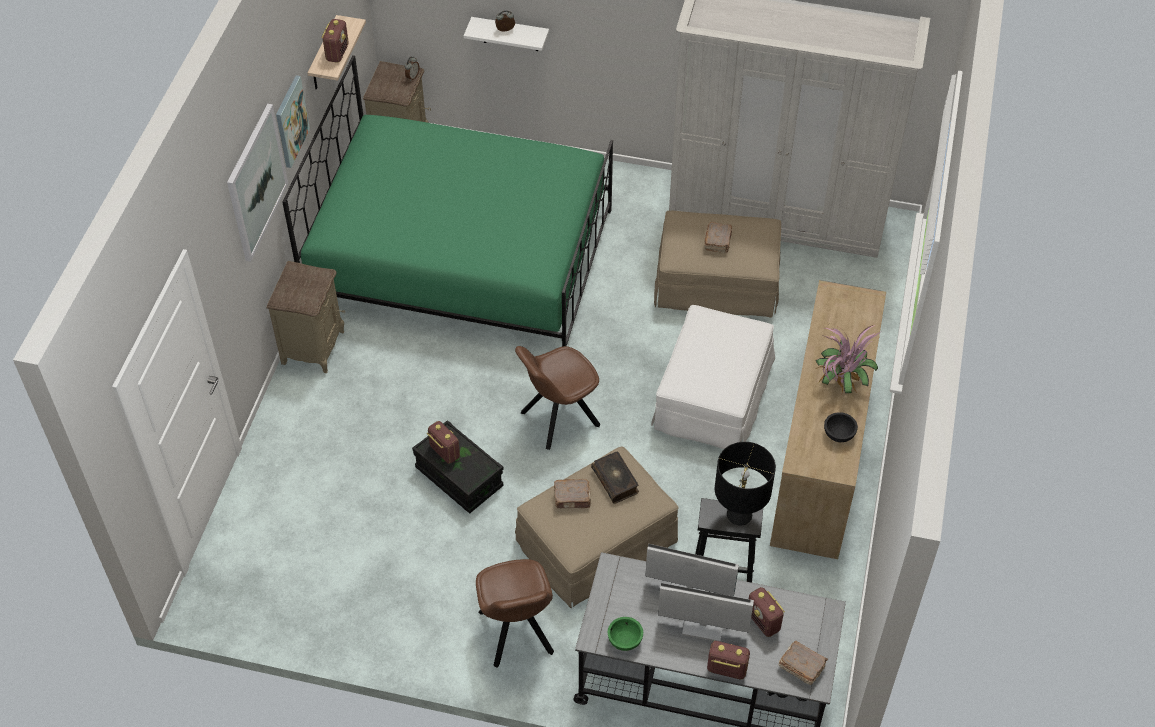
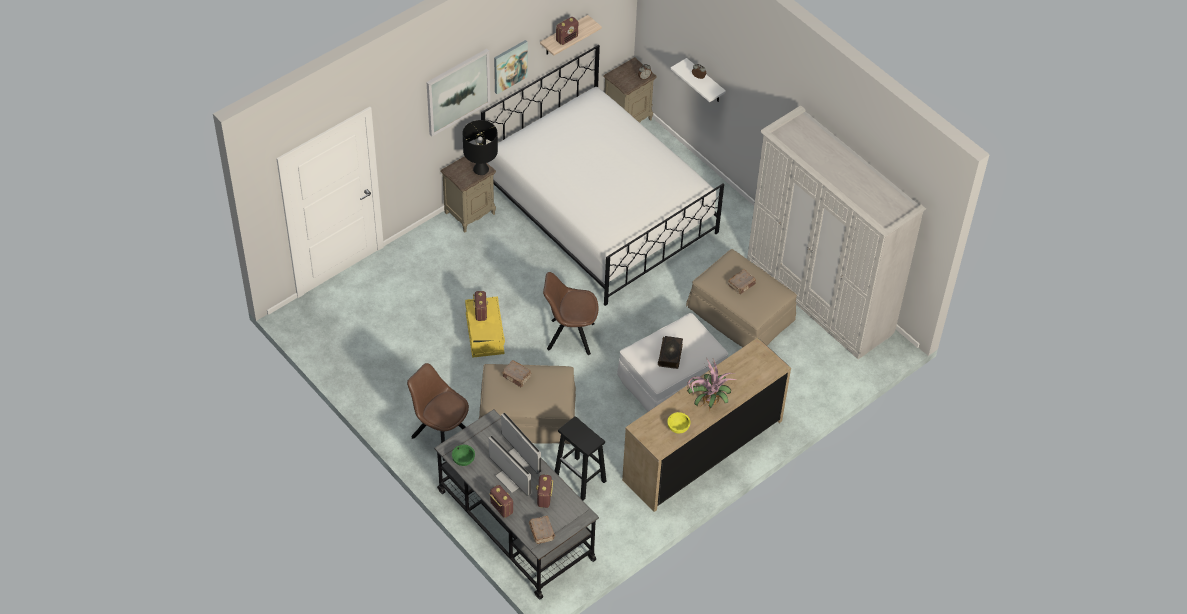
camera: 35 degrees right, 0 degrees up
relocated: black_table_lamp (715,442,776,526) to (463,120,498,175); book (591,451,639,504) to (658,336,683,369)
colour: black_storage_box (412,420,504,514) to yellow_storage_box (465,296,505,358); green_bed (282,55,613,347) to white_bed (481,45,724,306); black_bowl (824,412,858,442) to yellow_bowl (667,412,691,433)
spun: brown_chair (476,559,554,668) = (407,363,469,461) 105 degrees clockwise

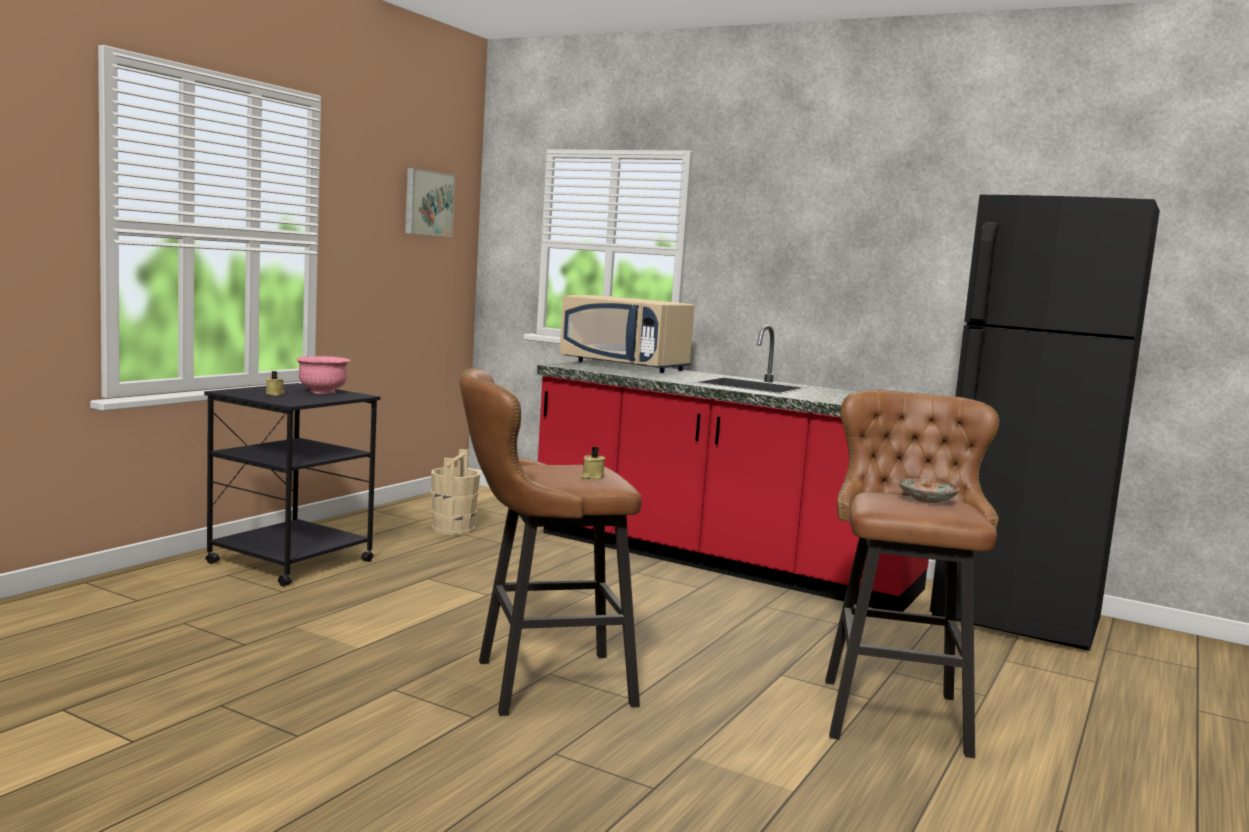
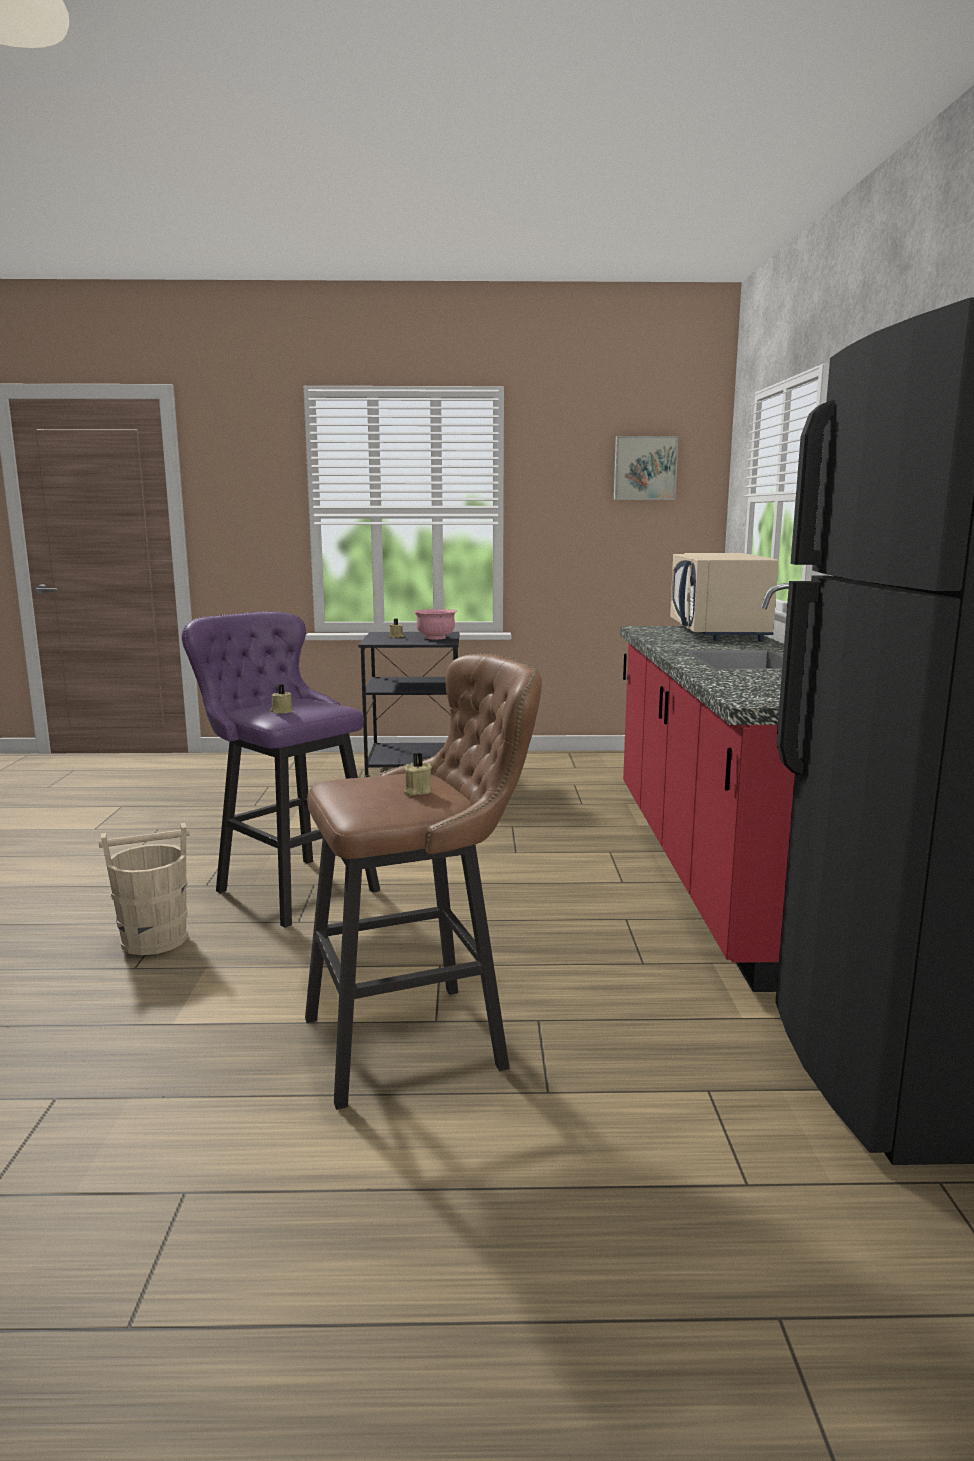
camera: 60 degrees right, 5 degrees up
relocated: beige_bucket (431,449,481,535) to (99,823,189,955)
exchanged: plate (898,479,960,503) to beige_candle (404,753,432,796)
colour: brown_stool (459,368,642,716) to purple_stool (182,611,380,928)

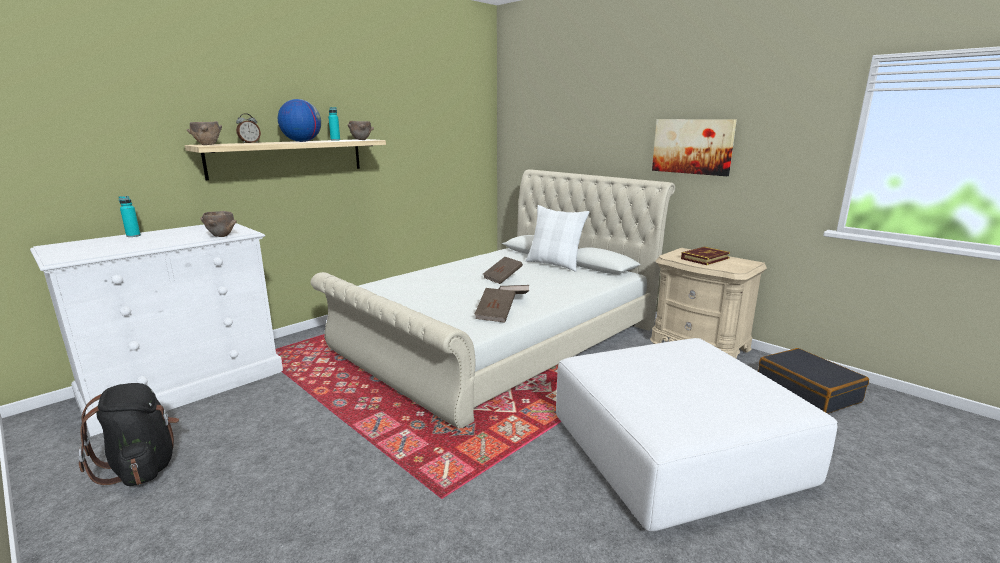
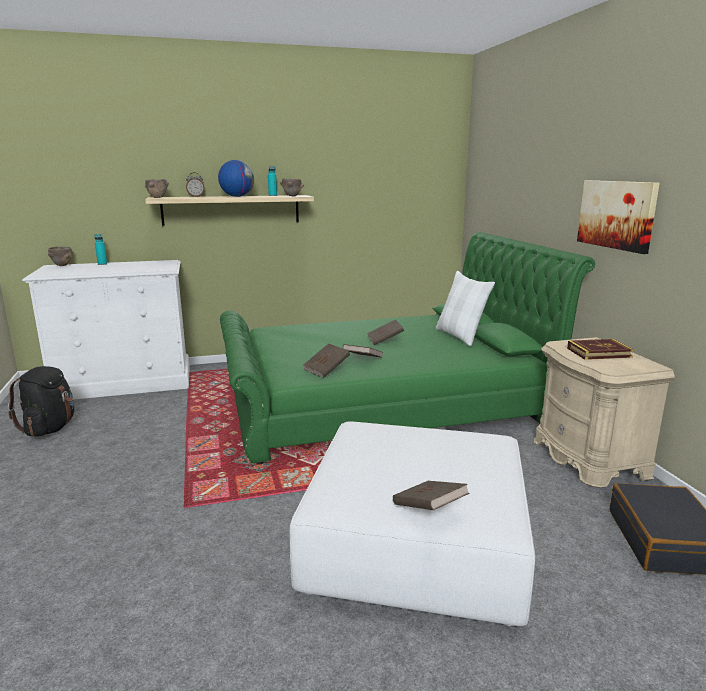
camera: 30 degrees right, 0 degrees up
appeared: brown_book (393,481,470,510)
relocated: brown_bowl (200,211,237,237) to (48,247,72,266)
colour: beige_bed (311,169,675,429) to green_bed (220,232,595,464)

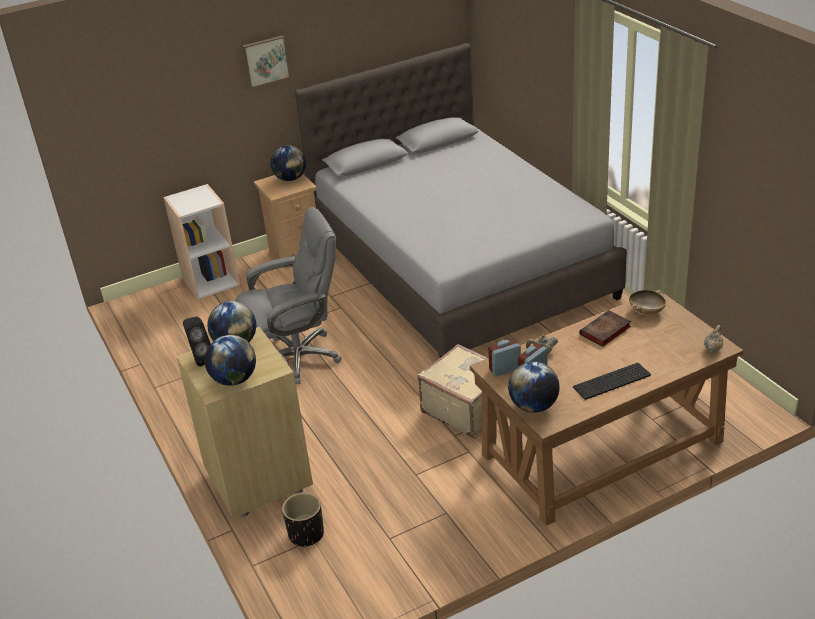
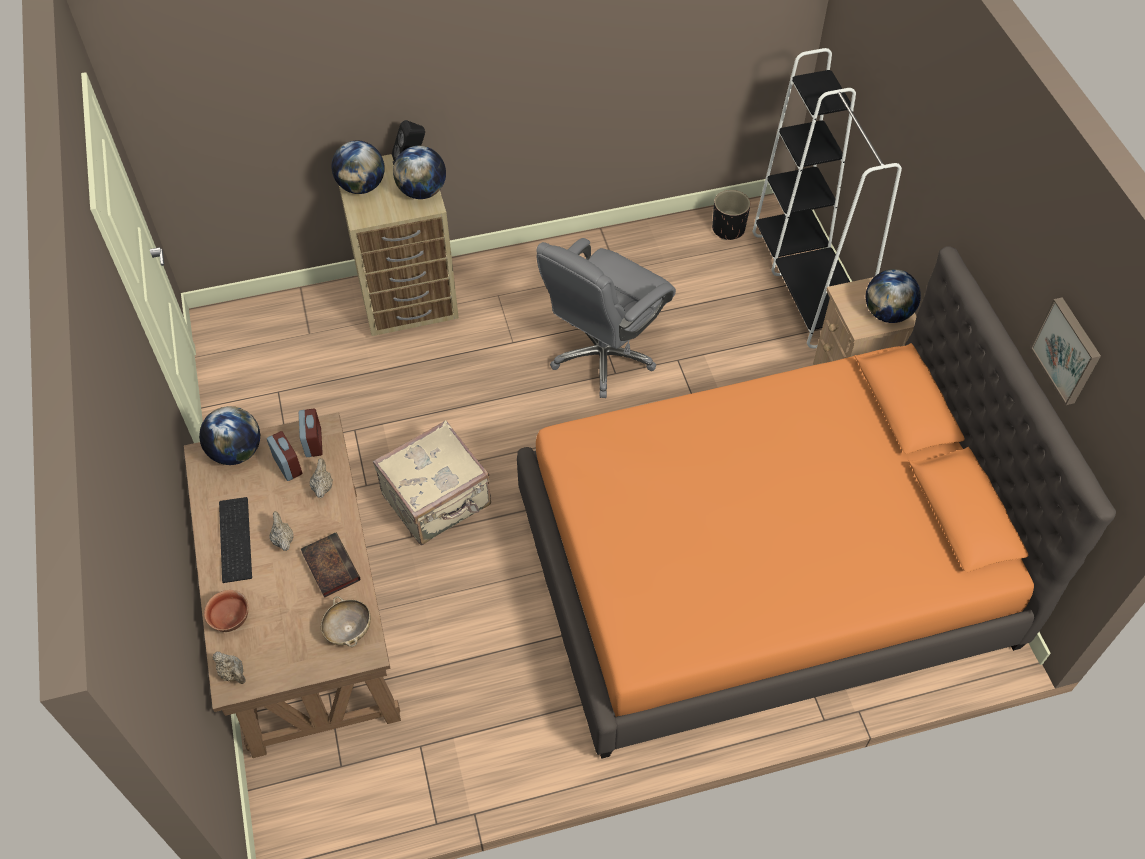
camera: 100 degrees right, 20 degrees up
appeared: bowl (204,590,248,632); beige_teapot (269,511,294,551)
relocated: black_planter (282,493,324,548) to (712,190,750,240); picture (242,35,291,88) to (1030,297,1101,405)
exchanged: bookcase (163,184,240,300) to black_clothes_rack (753,48,902,348)
colour: grey_bed (295,43,627,358) to orange_bed (517,246,1116,759)
spun: grey_office_chair (235,207,342,384) = (536,238,676,398) 45 degrees clockwise

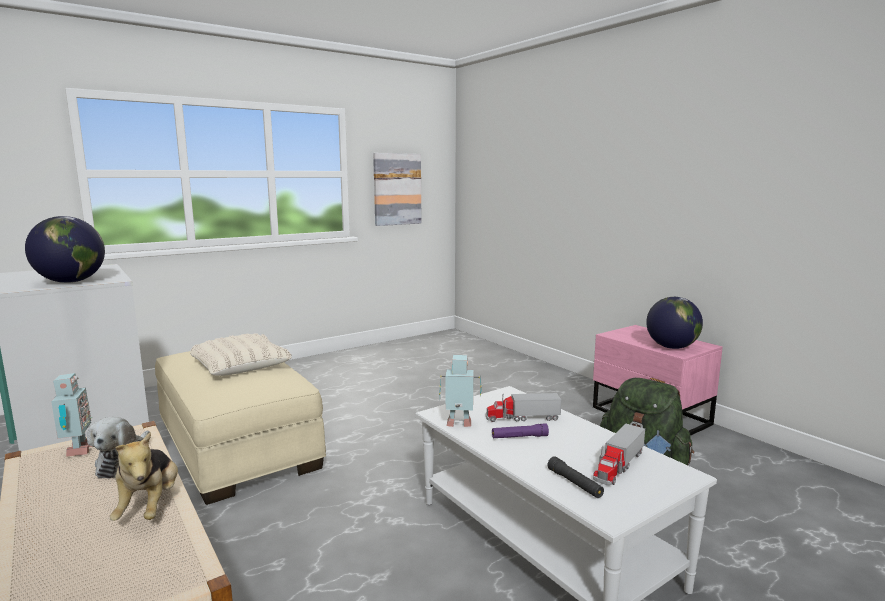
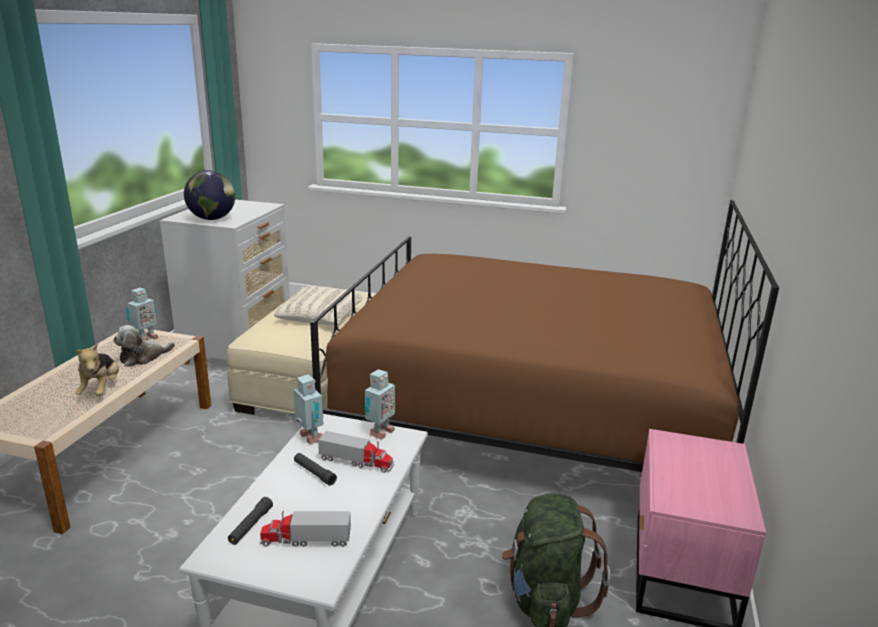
camera: 50 degrees right, 10 degrees up
missing: picture (373,153,421,226); globe (646,297,703,349)
appeared: brown_bed (310,200,779,472); toy_robot (365,369,395,440)
colour: purple_flashlight (492,423,549,438) to black_flashlight (294,453,337,486)
spun: plush_toy (110,432,178,521) = (75,344,119,396) 45 degrees counterclockwise; toy_truck (486,393,561,422) = (318,431,394,473) 150 degrees clockwise

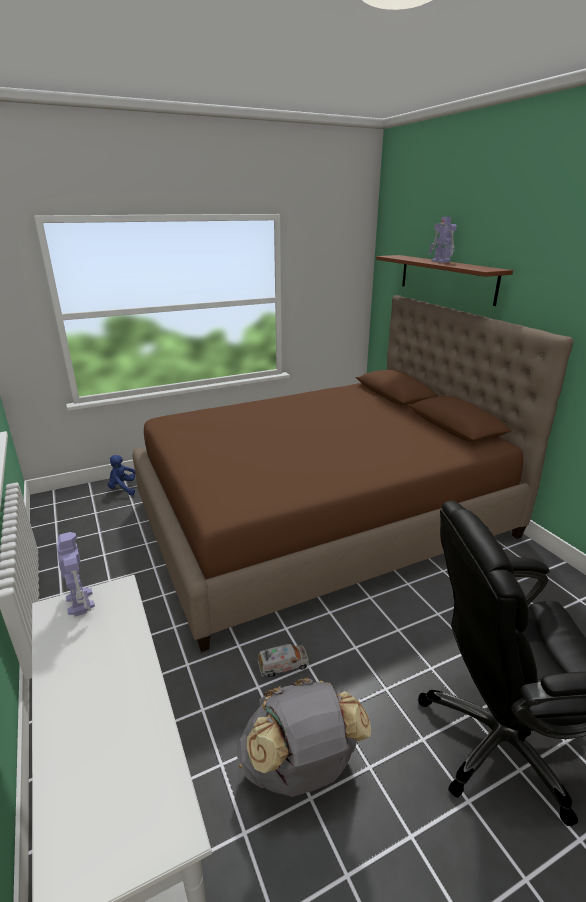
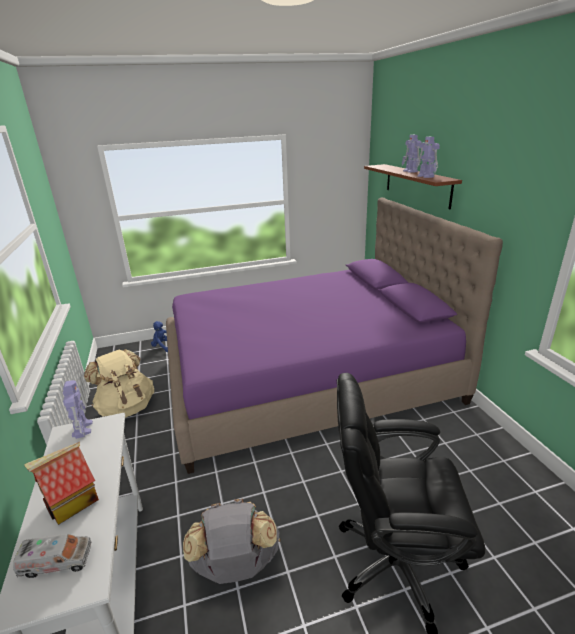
camera: 10 degrees right, 0 degrees up
appeared: toy_house (25,442,99,525); beige_backpack (84,349,154,418); toy_robot (415,137,440,178)
relocated: toy_truck (258,644,309,677) to (13,534,92,578)
colour: brown_bed (133,295,573,652) to purple_bed (166,198,503,474)

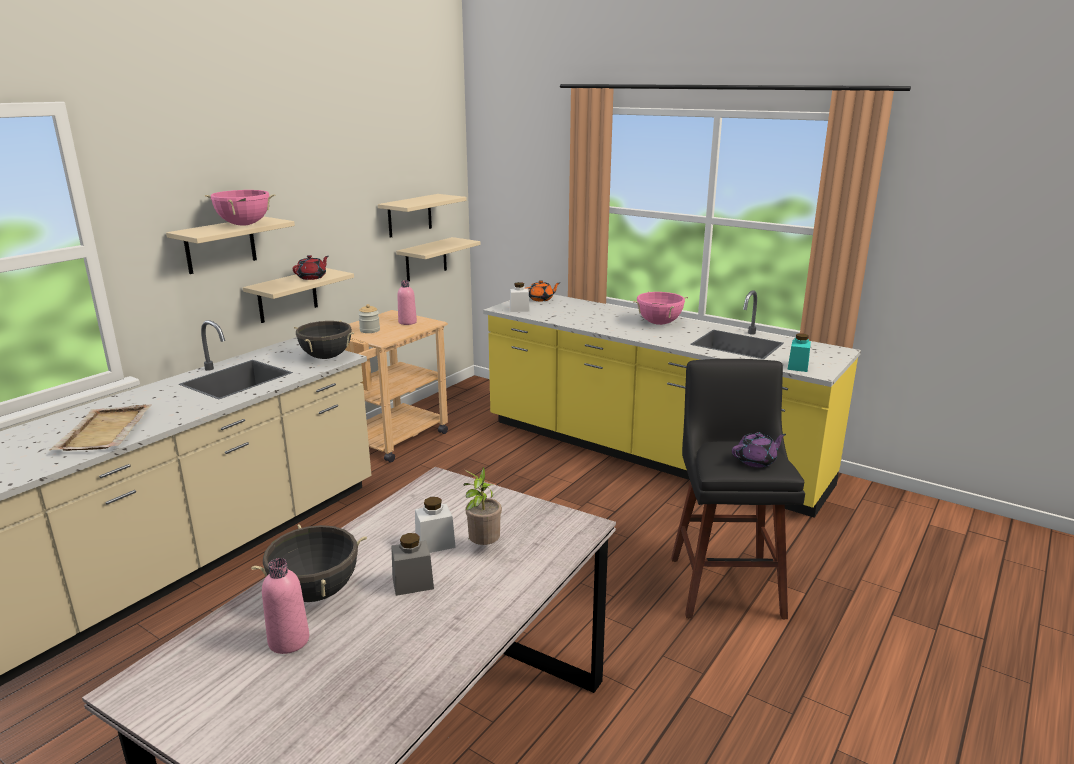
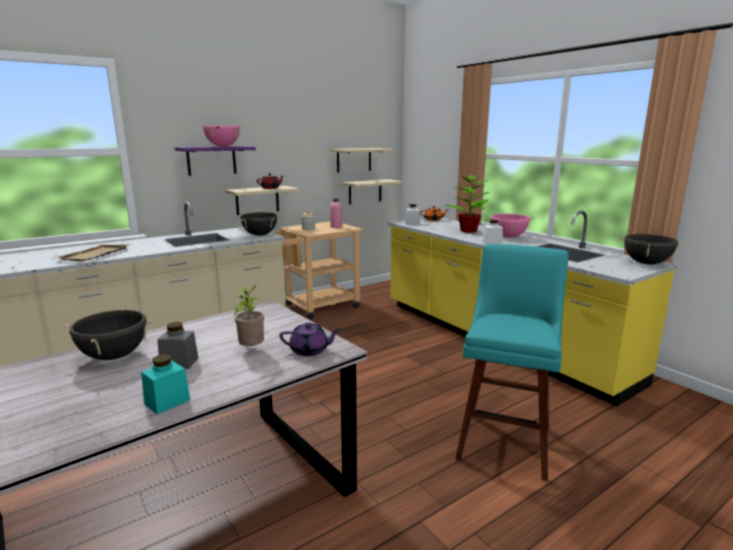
camera: 20 degrees right, 5 degrees down
missing: pink_bottle (262,558,309,654)
appeared: potted_plant (446,173,490,233); black_cooking_pot (618,234,685,265)
relocated: turquoise_jar (787,333,811,372) to (141,354,190,415); purple_teapot (732,432,786,467) to (279,322,341,356); white_jar (415,497,456,553) to (482,220,503,245)
colour: beige_shelf (166,216,295,274) to purple_shelf (175,146,256,176); black_stool (671,359,805,620) to turquoise_stool (455,244,569,481)

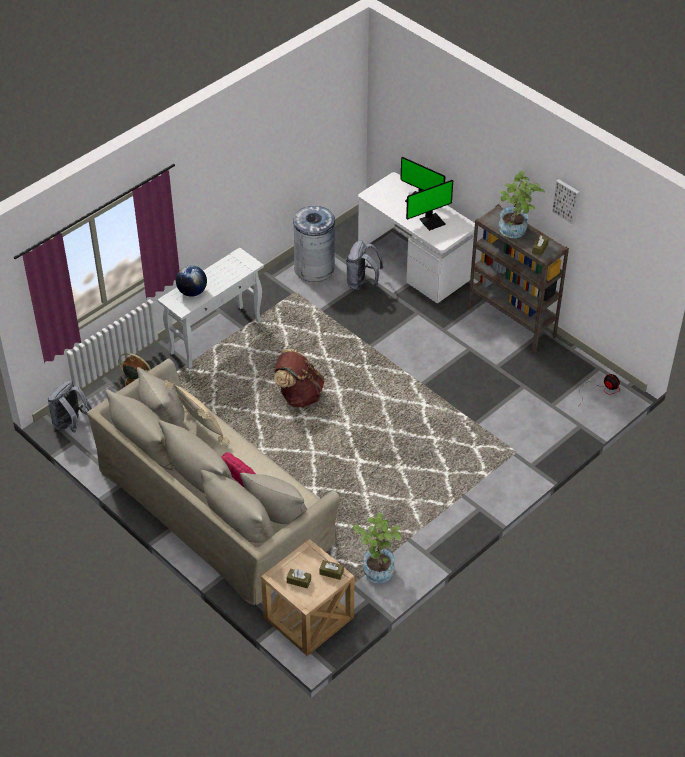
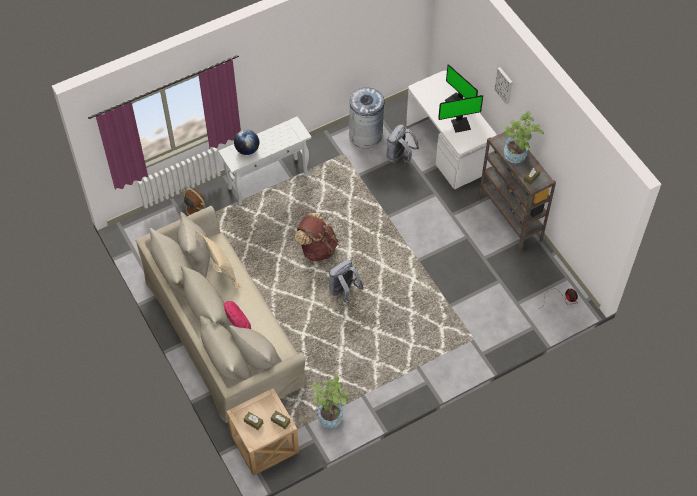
camera: 15 degrees right, 10 degrees up
relocated: grey_backpack (48,380,92,433) to (329,260,364,302); picture (552,179,580,225) to (494,67,512,105)

